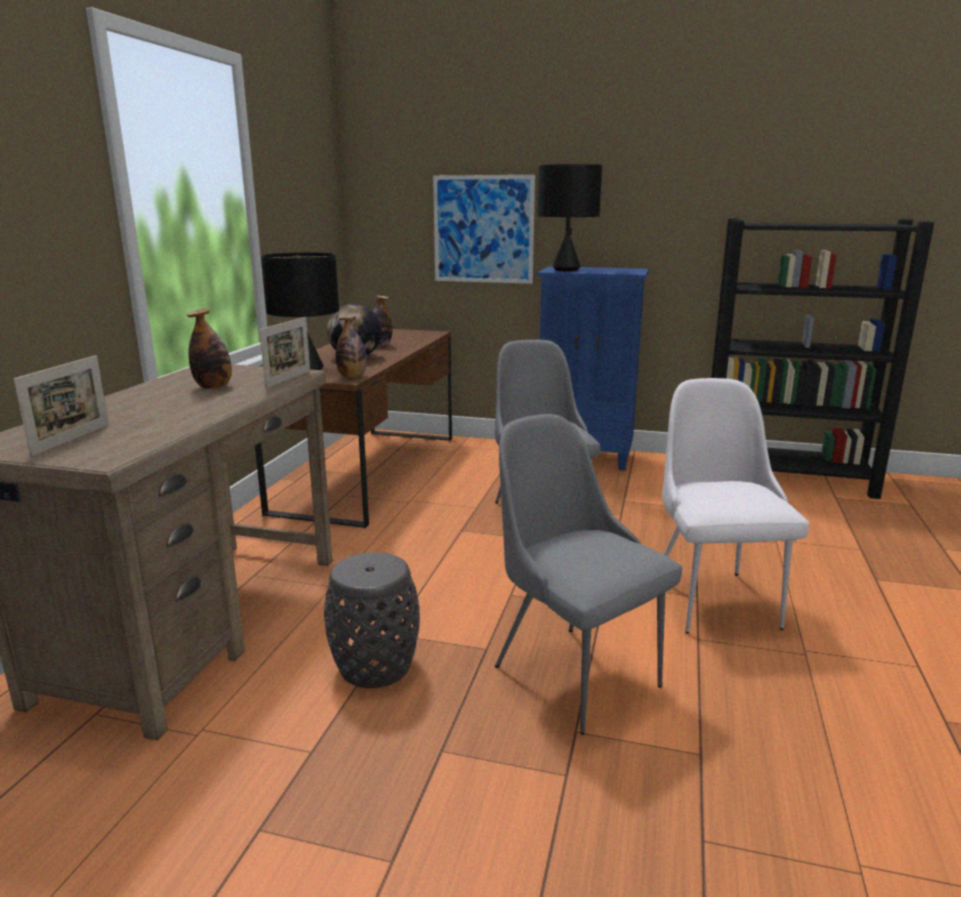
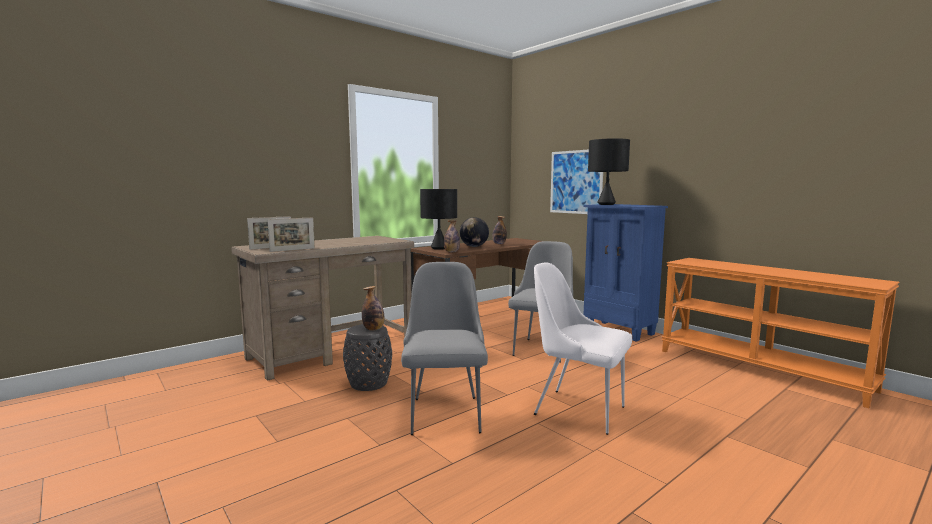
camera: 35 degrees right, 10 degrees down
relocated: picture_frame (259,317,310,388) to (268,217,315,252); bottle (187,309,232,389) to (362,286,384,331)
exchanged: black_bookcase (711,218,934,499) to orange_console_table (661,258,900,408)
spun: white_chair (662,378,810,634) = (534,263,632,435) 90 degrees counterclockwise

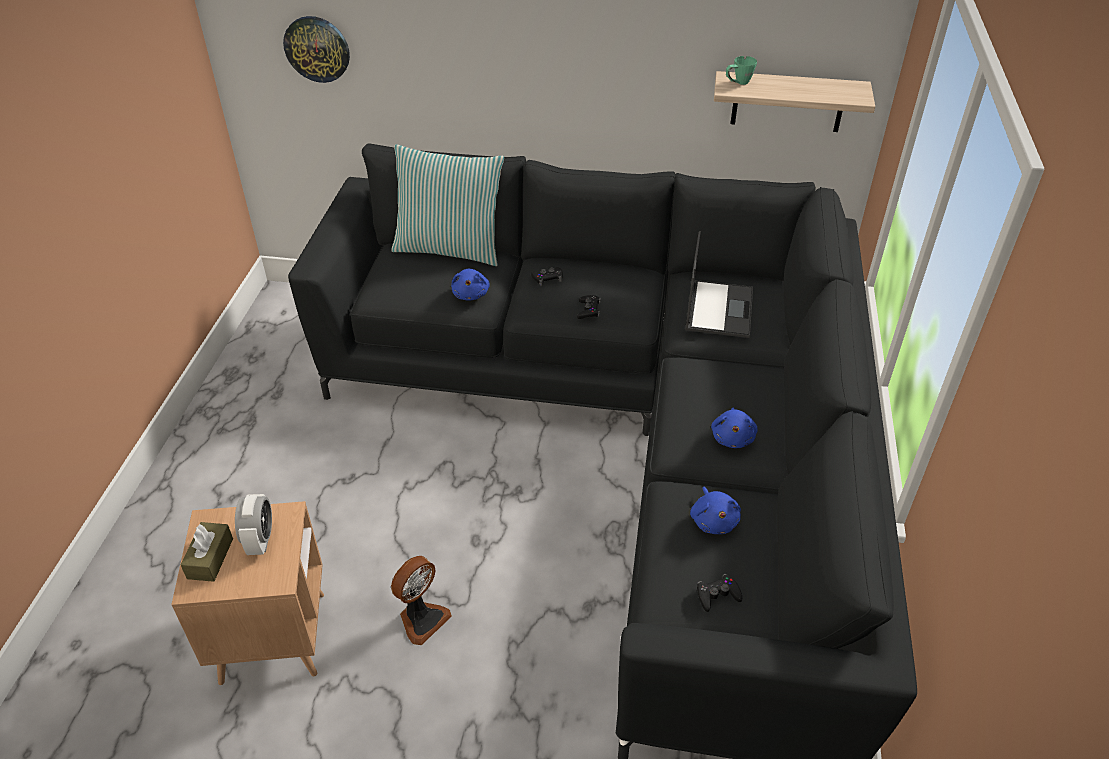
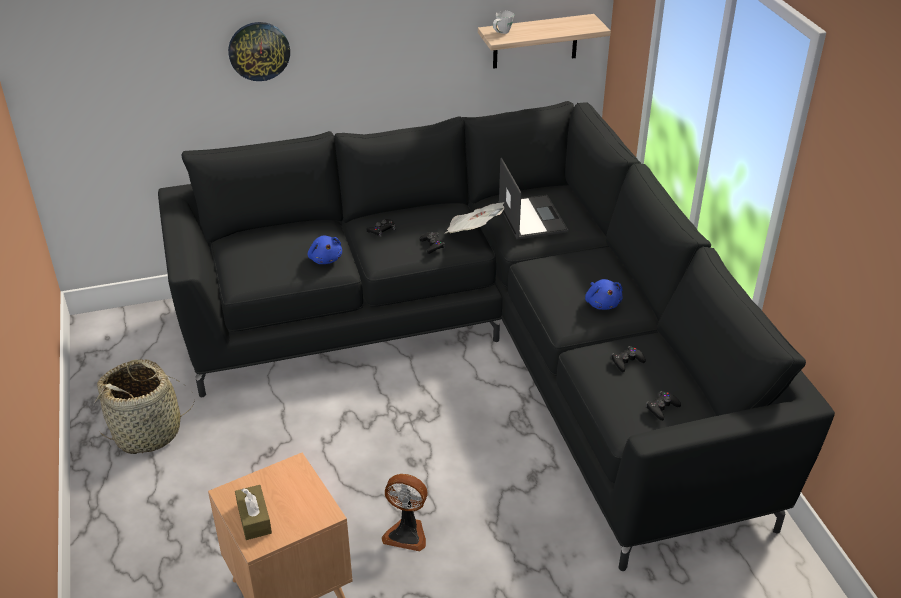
camera: 25 degrees left, 5 degrees down
missing: alarm_clock (235,494,272,555); pillow (391,144,504,266)
appeared: basket (95,359,195,454); newspaper (445,202,505,233)
relocated: wall_clock (283,16,350,83) to (228,22,290,81)
exchanged: blue_plush_toy (690,486,741,534) to black_game_controller (611,346,646,372)
colour: green_mug (726,56,757,85) to white_mug (493,11,514,34)
spun: fan (391,556,452,645) = (382,474,428,551) 90 degrees clockwise

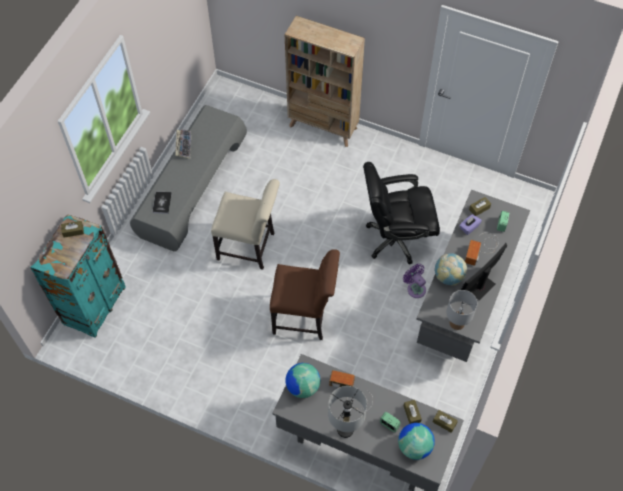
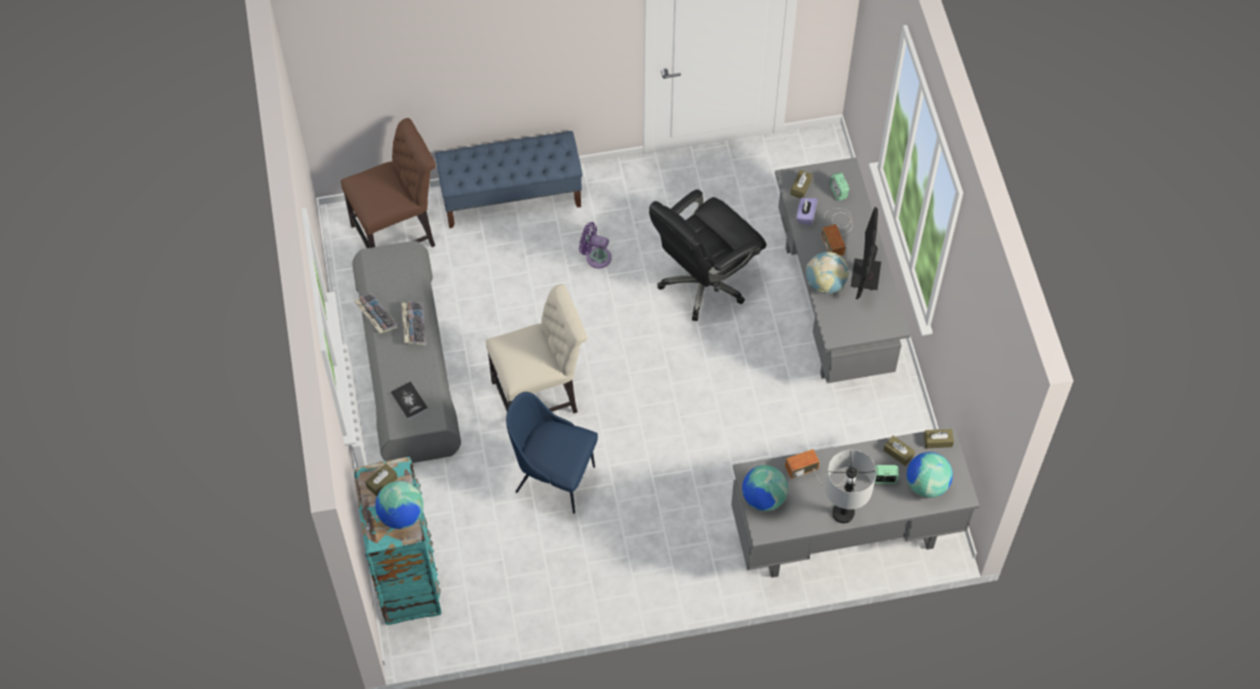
camera: 35 degrees left, 0 degrees up
missing: grey_table_lamp (446,290,477,330)
appeared: globe (375,481,423,529); keyboard (401,301,426,345); blue_chair (506,392,598,514)
relocated: brown_chair (270,249,340,340) to (341,118,436,248); purple_fan (403,264,426,298) to (579,222,612,269)
exchanged: beige_bookcase (285,16,365,147) to blue_bench (435,131,583,228)

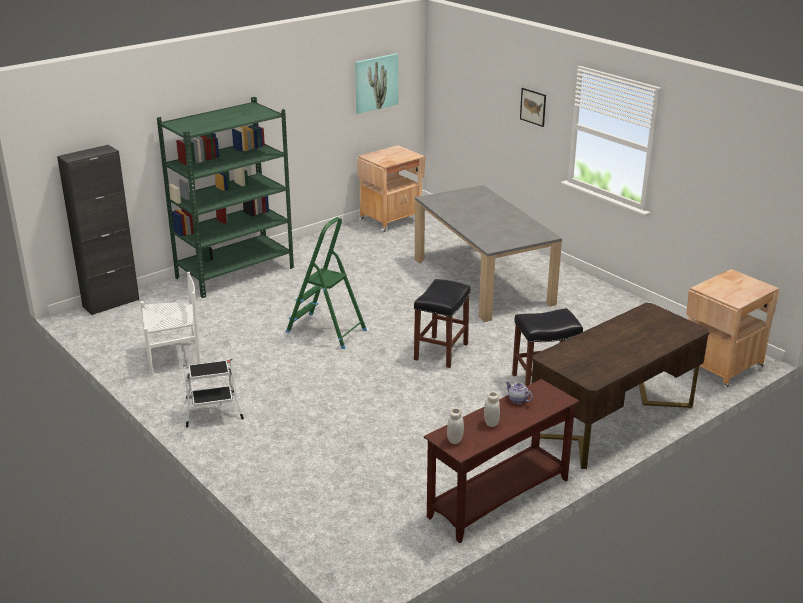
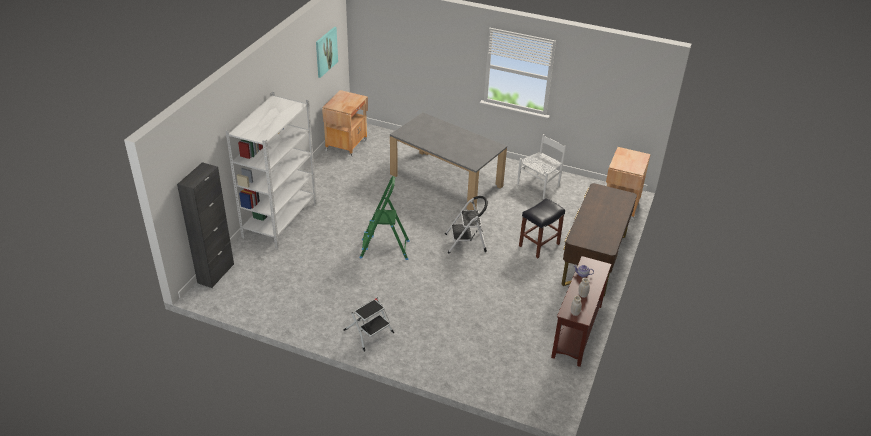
camera: 30 degrees left, 10 degrees up
missing: picture (520,88,546,127)
relocated: white_chair (140,272,200,375) to (517,134,566,199)
exchanged: black_stool (414,279,470,368) to step_ladder (445,196,488,254)
colour: green_bookcase (157,97,294,298) to white_bookcase (226,91,317,249)

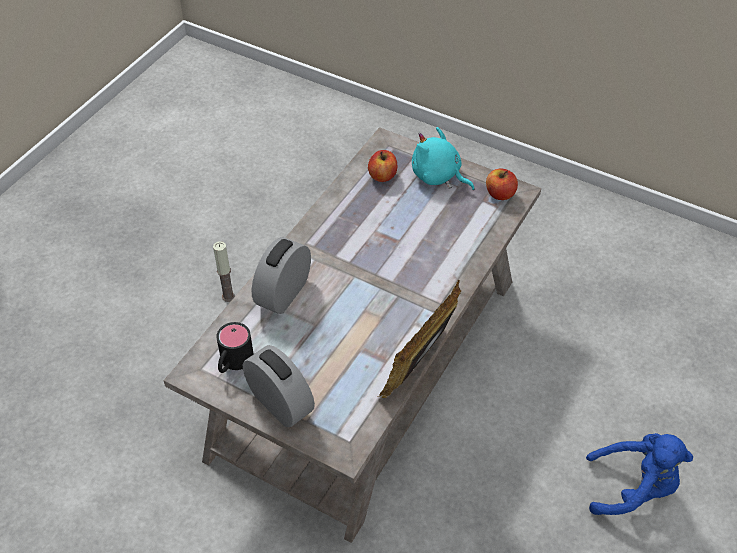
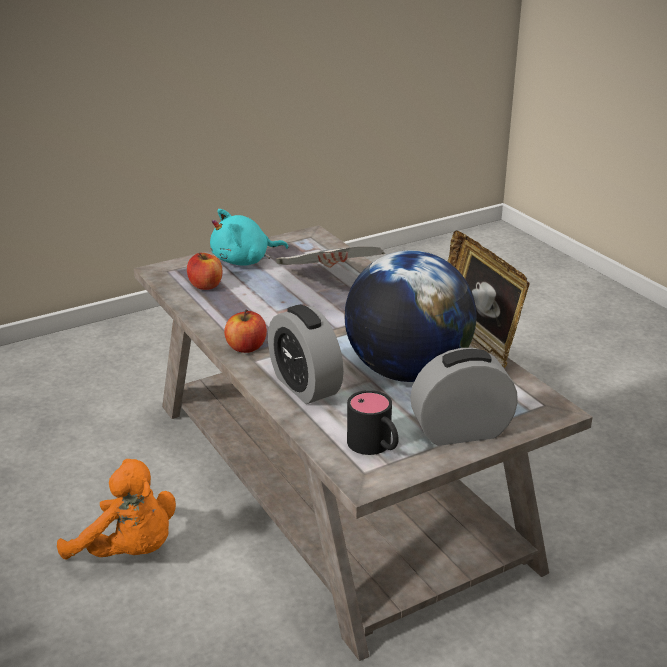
camera: 60 degrees left, 20 degrees down
missing: blue_plush_toy (586,433,693,515)
appeared: newspaper (275,247,385,268); globe (344,250,477,382)
relocated: apple (486,169,518,200) to (224,309,267,353)
exchanged: candle (213,241,235,302) to orange_plush_toy (57,459,176,559)

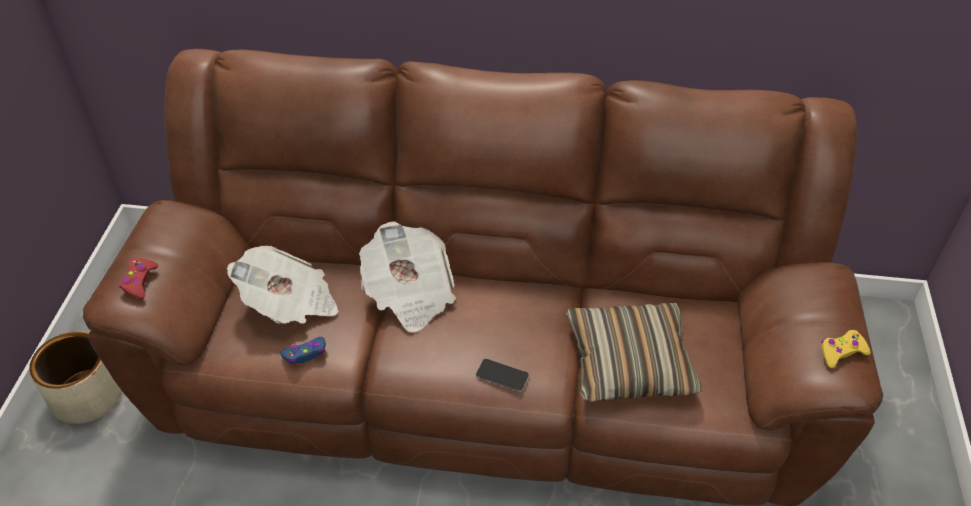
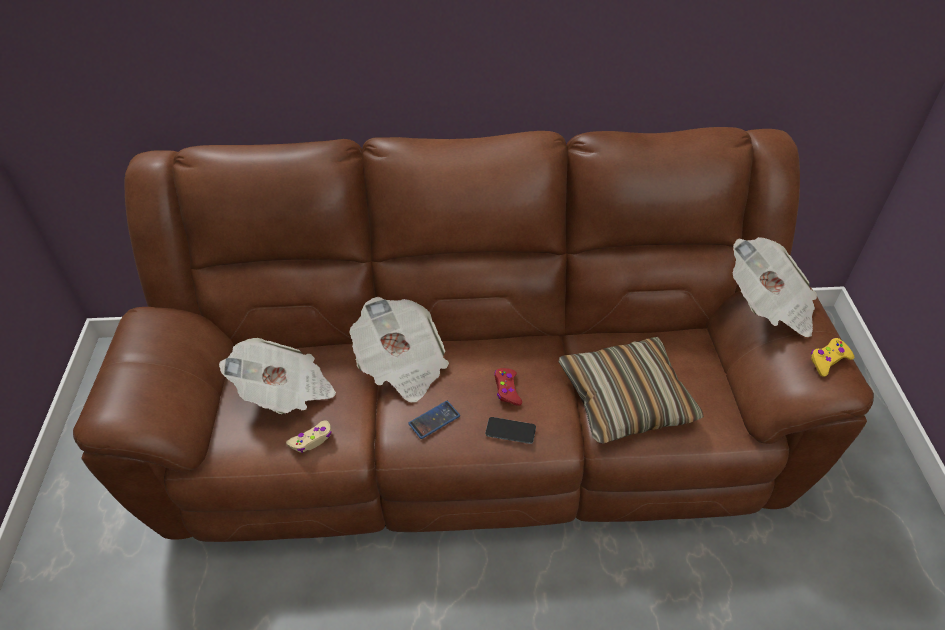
camera: 10 degrees left, 0 degrees up
missing: beige_planter (29,331,122,424)
appeared: phone (408,401,460,439); newspaper (732,237,817,337)
relocated: red_game_controller (119,258,158,299) to (494,368,522,406)
colour: blue_game_controller (280,337,326,364) to beige_game_controller (286,420,332,453)

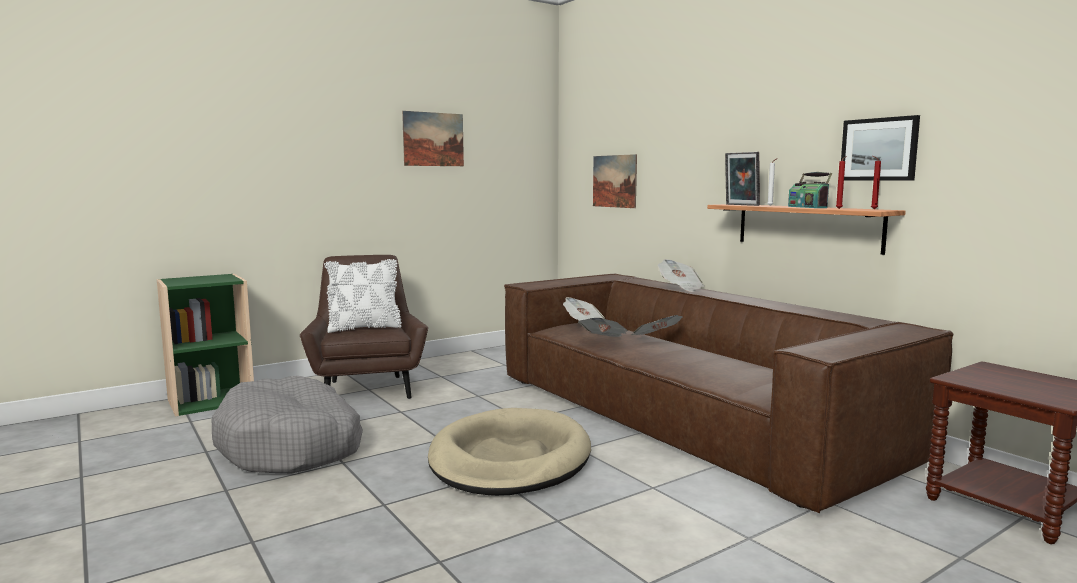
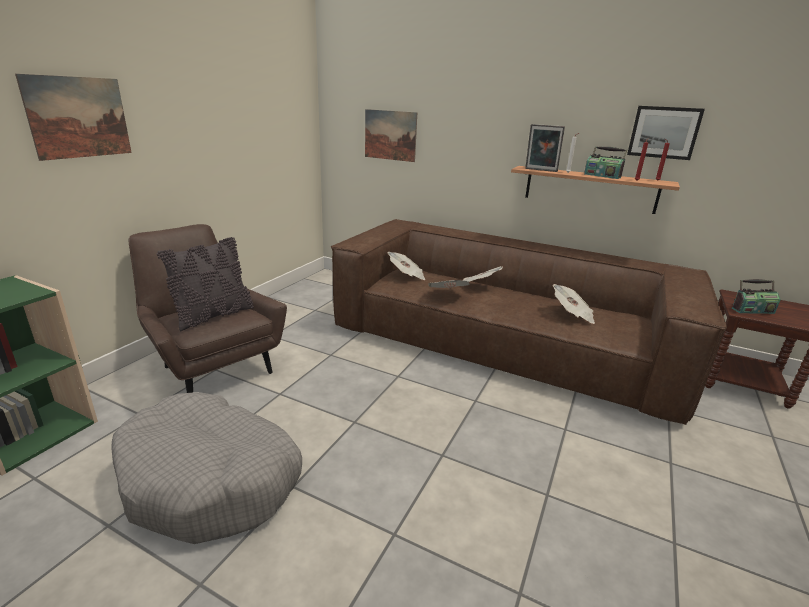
camera: 30 degrees left, 15 degrees up
missing: beige_dog_bed (428,408,591,496)
appeared: radio (732,279,780,314)
relocated: picture (402,111,464,166) to (15,74,132,161); newspaper (658,259,705,292) to (553,284,595,324)
colour: white_pillow (324,259,402,333) to black_pillow (157,237,254,331)

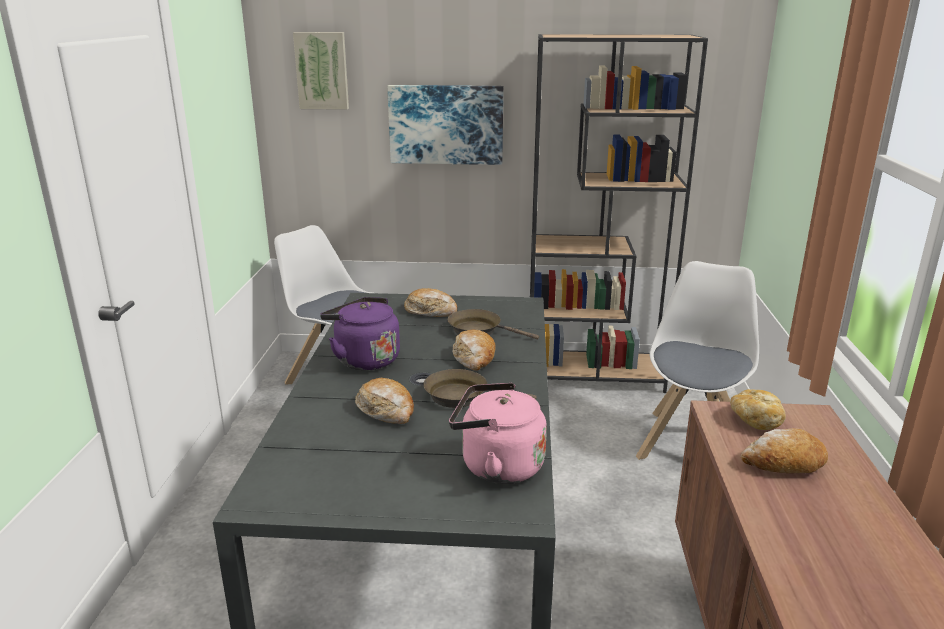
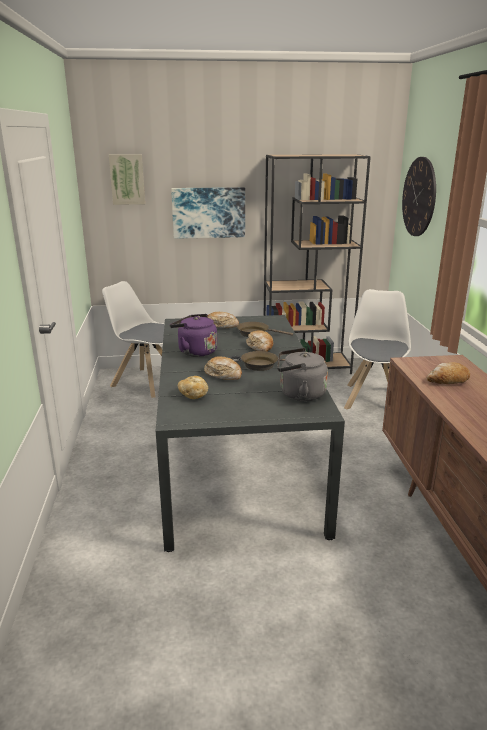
camera: 10 degrees left, 0 degrees up
appeared: wall_clock (402,157,436,236)
relocated: bread (730,389,786,430) to (178,376,208,399)
colour: pink_kettle (449,383,547,484) to grey_kettle (277,348,328,401)

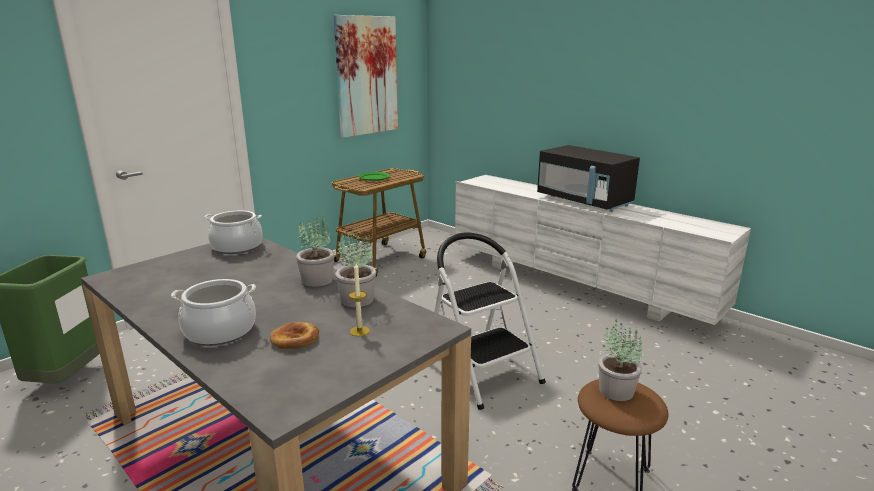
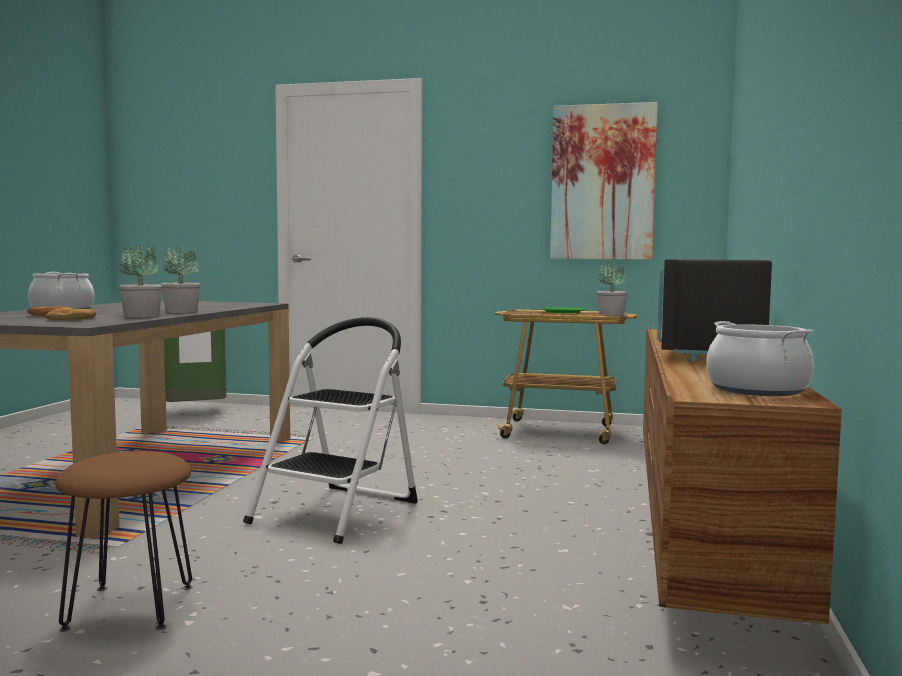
camera: 60 degrees right, 15 degrees down
relocated: potted_plant (598,319,643,401) to (597,261,628,315); cooking_pot (204,211,263,254) to (706,321,814,396)
exchanged: candle (349,263,370,337) to bread (45,308,96,320)
colour: white_cabinet (455,175,751,325) to brown_cabinet (643,327,842,625)

